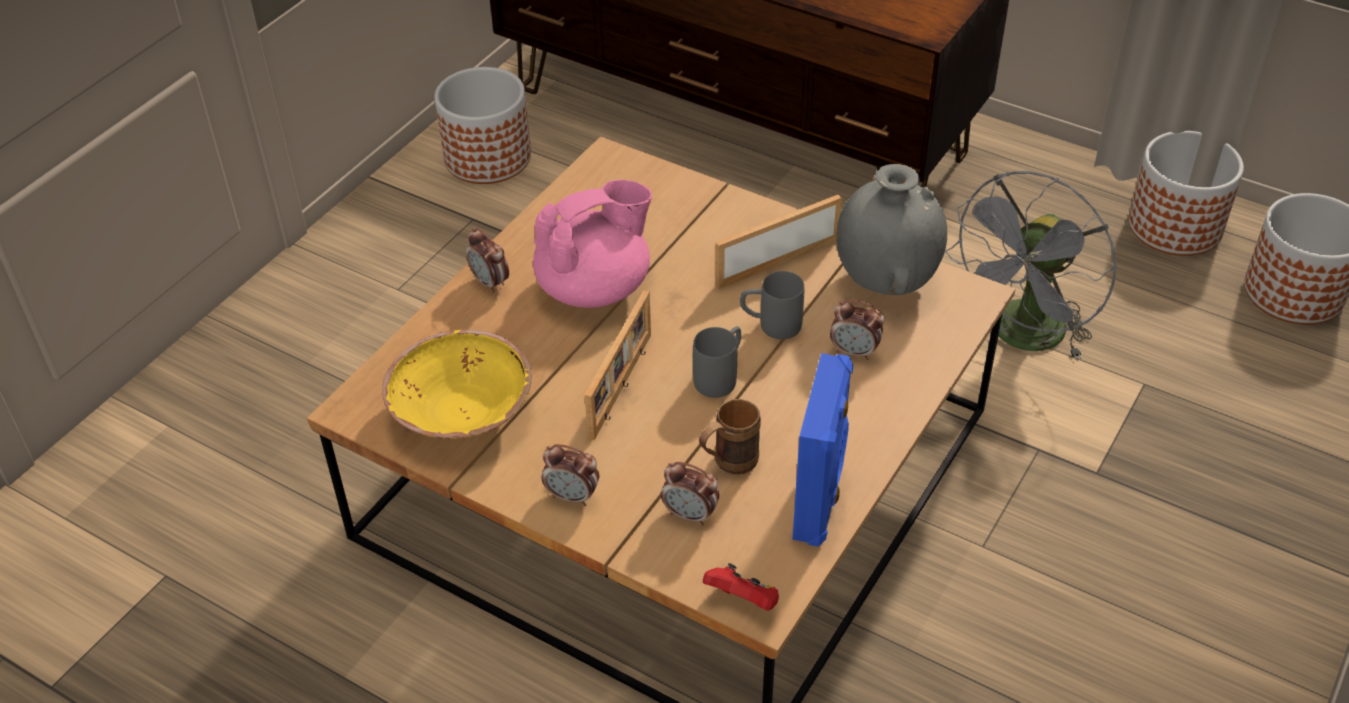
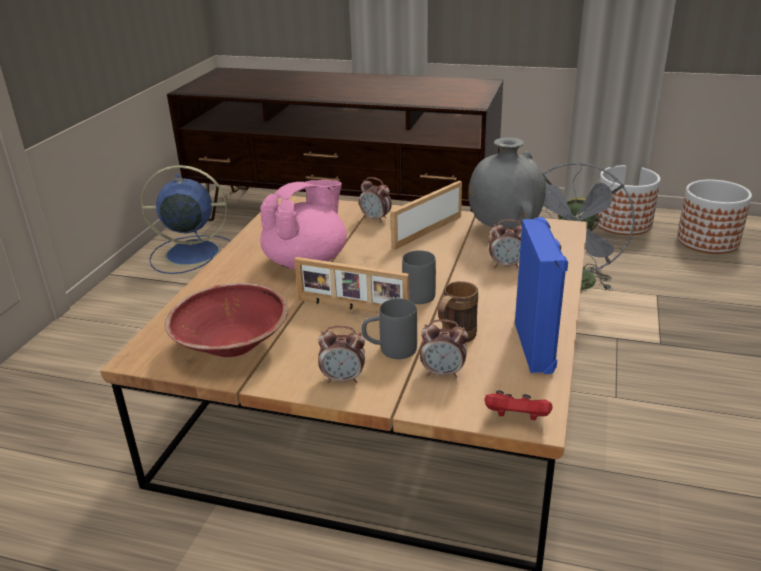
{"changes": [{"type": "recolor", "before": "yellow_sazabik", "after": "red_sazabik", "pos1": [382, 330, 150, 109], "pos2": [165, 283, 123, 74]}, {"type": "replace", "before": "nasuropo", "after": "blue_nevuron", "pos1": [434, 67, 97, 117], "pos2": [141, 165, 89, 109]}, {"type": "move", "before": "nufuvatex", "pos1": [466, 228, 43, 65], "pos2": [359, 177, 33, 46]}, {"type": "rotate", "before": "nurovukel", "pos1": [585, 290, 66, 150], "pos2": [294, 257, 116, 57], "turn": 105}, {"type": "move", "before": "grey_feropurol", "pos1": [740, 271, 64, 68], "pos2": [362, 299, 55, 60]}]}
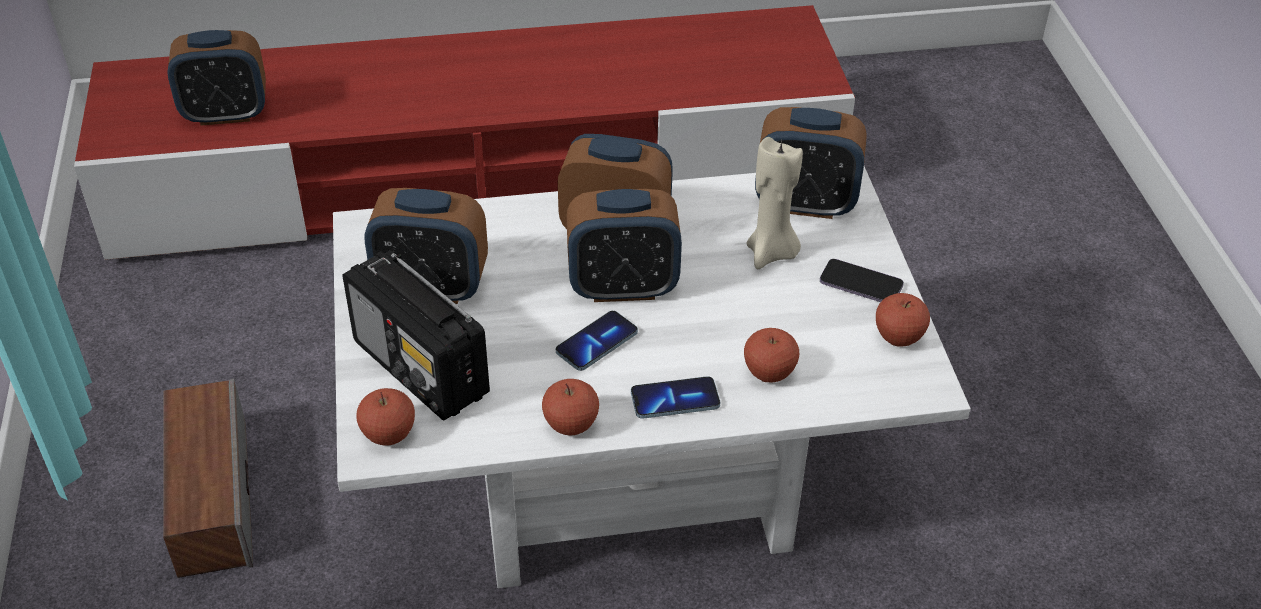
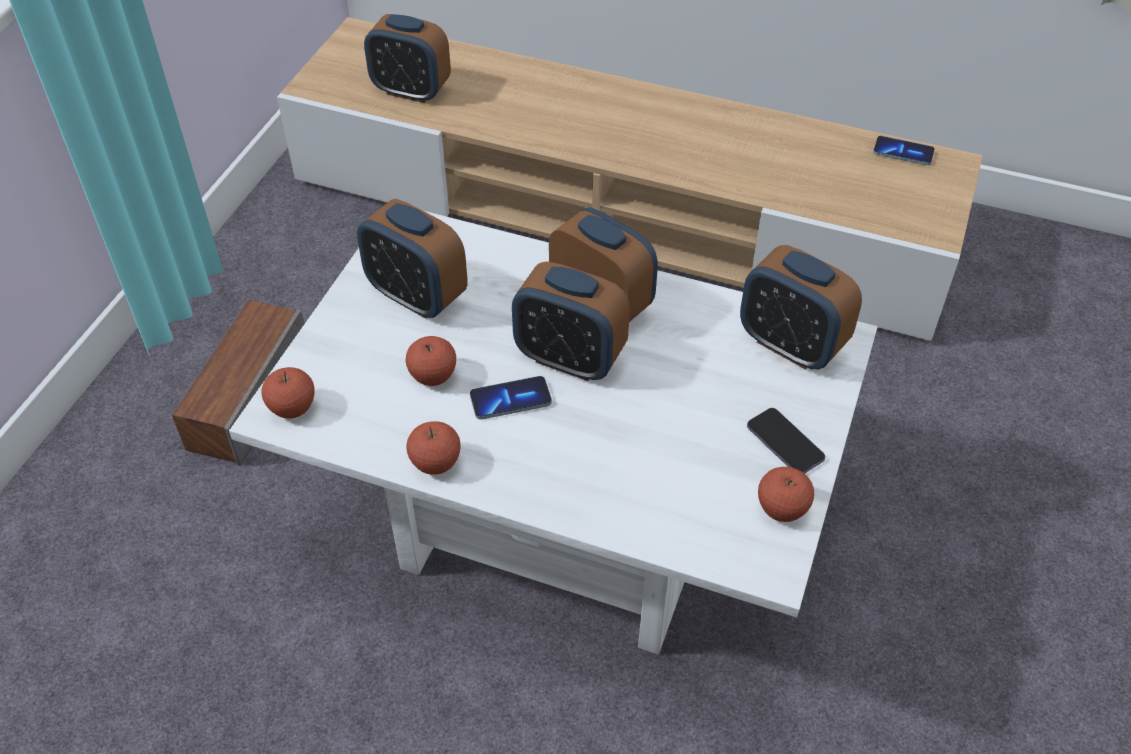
{"changes": [{"type": "recolor", "before": "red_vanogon", "after": "beige_vanogon", "pos1": [74, 5, 781, 255], "pos2": [277, 17, 706, 324]}, {"type": "delete", "before": "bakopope", "pos1": [342, 251, 148, 170]}, {"type": "move", "before": "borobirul", "pos1": [631, 376, 89, 43], "pos2": [873, 136, 62, 29]}, {"type": "move", "before": "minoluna", "pos1": [744, 328, 55, 54], "pos2": [406, 336, 50, 50]}, {"type": "delete", "before": "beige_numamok", "pos1": [747, 137, 56, 132]}]}
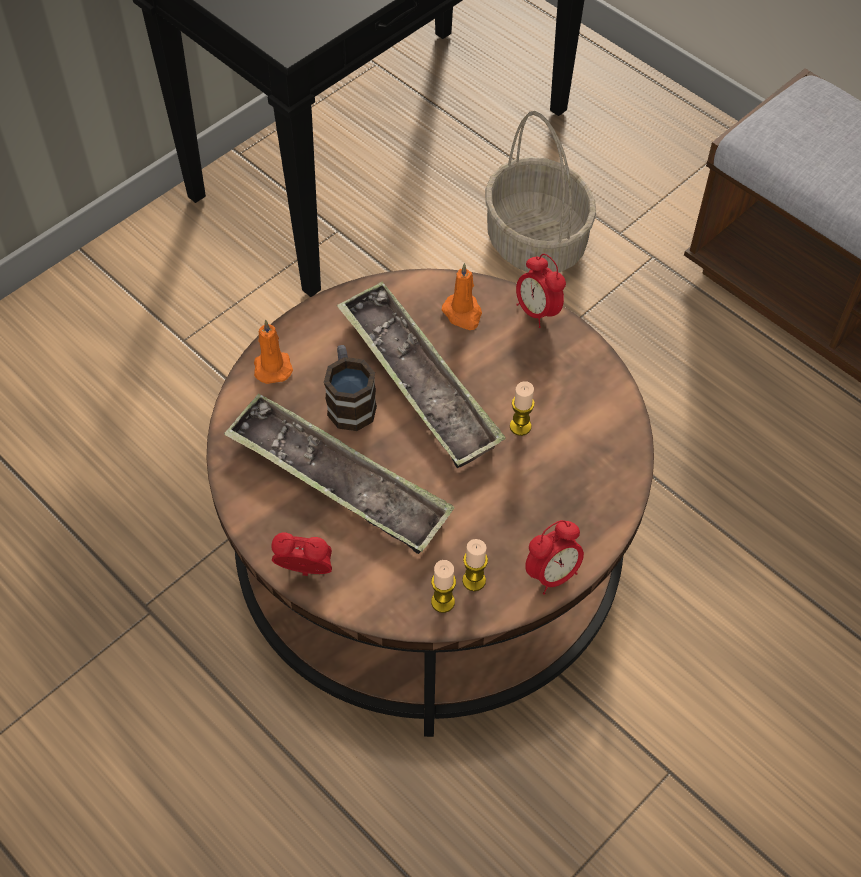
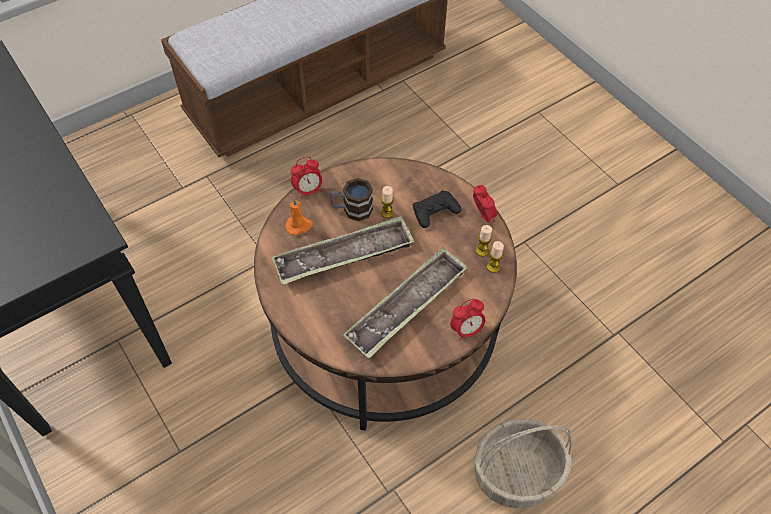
{"changes": [{"type": "delete", "before": "orange_numamok", "pos1": [254, 319, 39, 65]}, {"type": "rotate", "before": "nufuvatex", "pos1": [272, 532, 60, 44], "pos2": [450, 299, 35, 42], "turn": -135}, {"type": "move", "before": "feropurol", "pos1": [324, 345, 53, 86], "pos2": [330, 178, 43, 43]}, {"type": "move", "before": "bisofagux", "pos1": [485, 111, 111, 162], "pos2": [475, 418, 97, 91]}, {"type": "insert", "after": "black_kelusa", "pos2": [413, 190, 49, 38]}]}
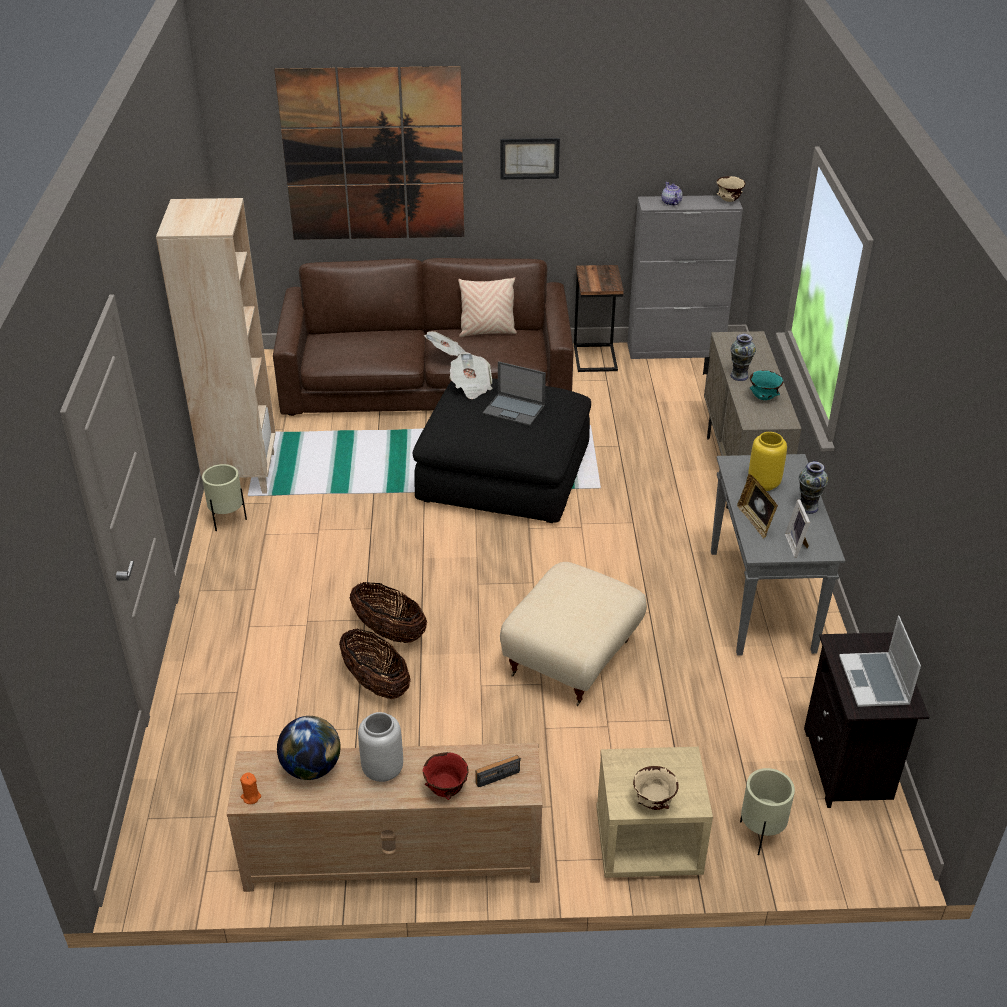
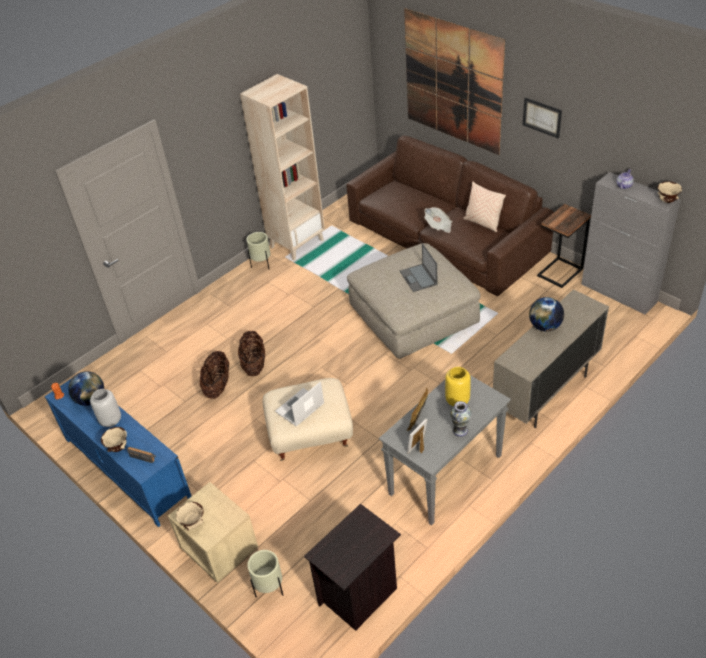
{"changes": [{"type": "recolor", "before": "beige_vanogon", "after": "blue_vanogon", "pos1": [227, 743, 316, 149], "pos2": [45, 379, 146, 148]}, {"type": "recolor", "before": "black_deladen", "after": "beige_deladen", "pos1": [412, 378, 179, 145], "pos2": [347, 243, 134, 116]}, {"type": "recolor", "before": "red_sazabik", "after": "beige_sazabik", "pos1": [423, 752, 46, 48], "pos2": [101, 427, 26, 25]}, {"type": "delete", "before": "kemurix", "pos1": [450, 352, 42, 47]}, {"type": "replace", "before": "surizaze", "after": "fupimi", "pos1": [730, 334, 26, 47], "pos2": [529, 297, 35, 35]}, {"type": "delete", "before": "turquoise_sazabik", "pos1": [750, 370, 34, 30]}, {"type": "move", "before": "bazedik", "pos1": [839, 616, 82, 91], "pos2": [275, 381, 49, 46]}]}
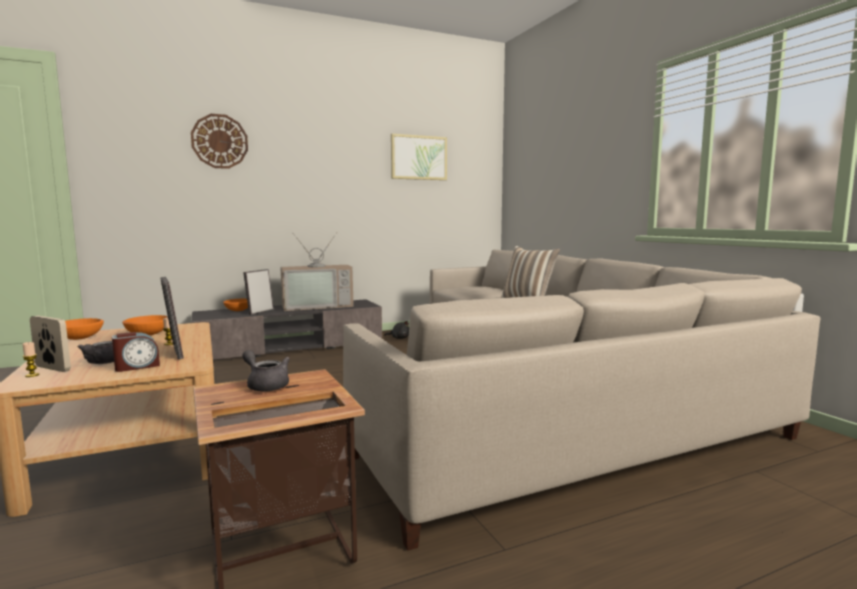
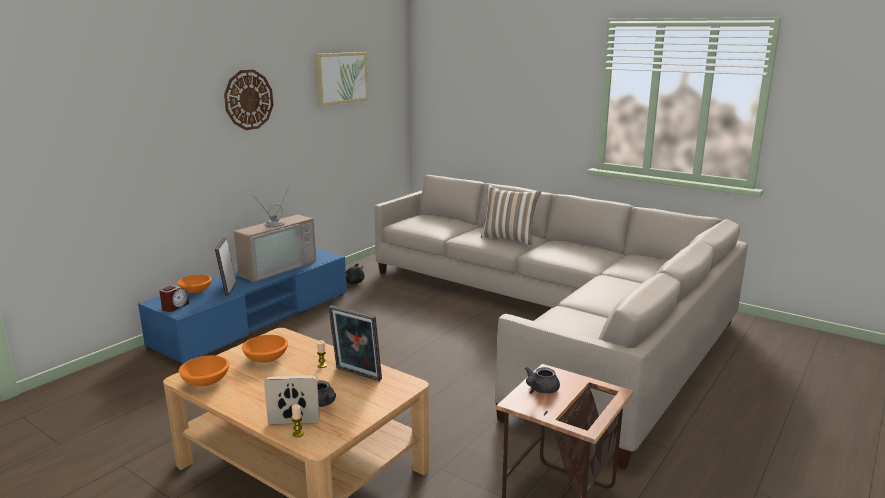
{"changes": [{"type": "move", "before": "nufuvatex", "pos1": [112, 332, 48, 40], "pos2": [159, 285, 30, 27]}, {"type": "move", "before": "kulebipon", "pos1": [191, 114, 57, 55], "pos2": [224, 70, 49, 60]}, {"type": "recolor", "before": "grey_vanogon", "after": "blue_vanogon", "pos1": [191, 299, 191, 60], "pos2": [138, 249, 209, 116]}, {"type": "rotate", "before": "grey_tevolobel", "pos1": [242, 350, 48, 42], "pos2": [525, 367, 35, 27], "turn": -60}]}
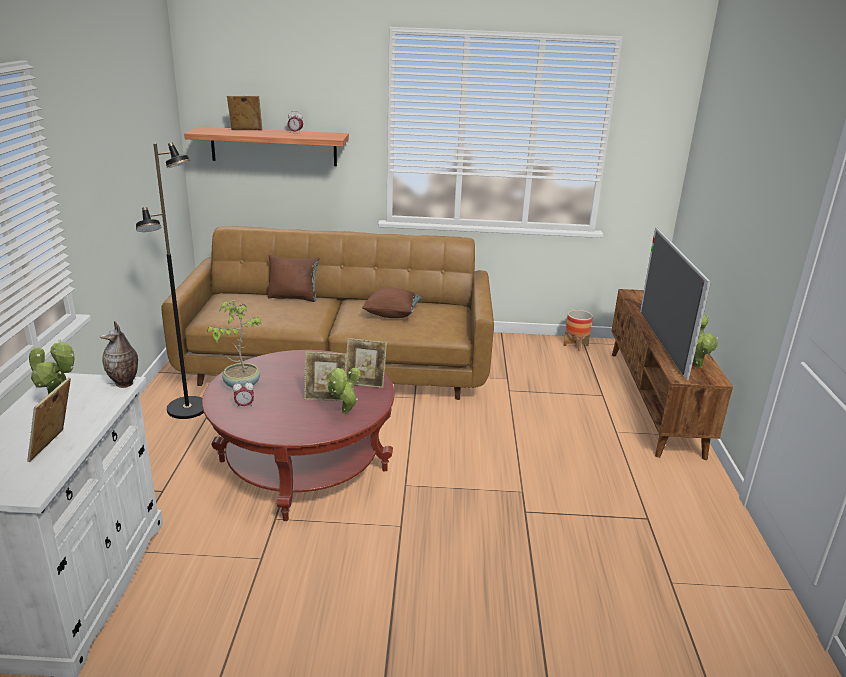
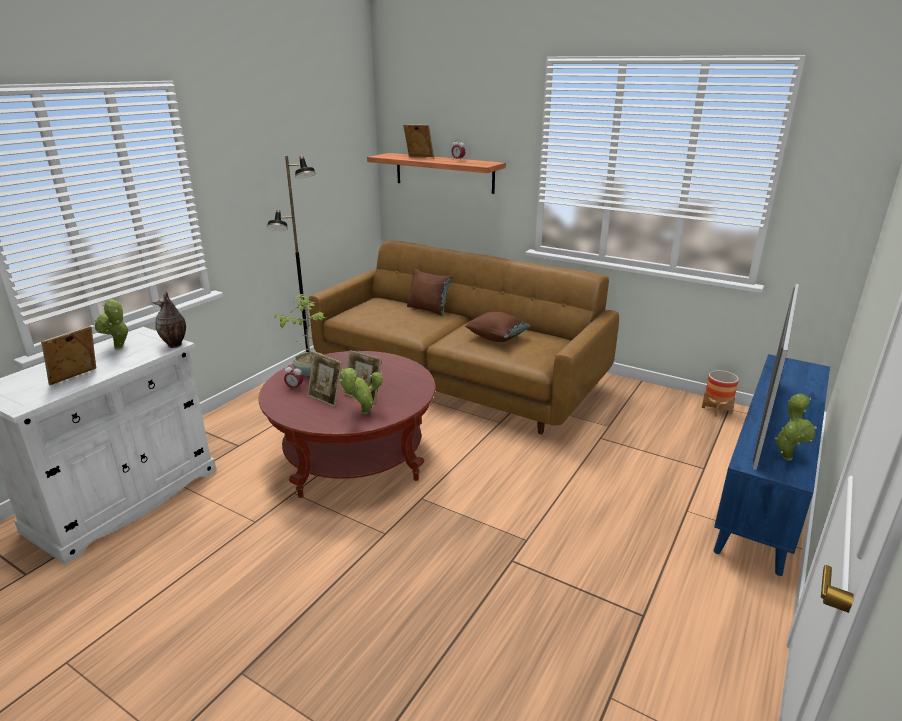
{"changes": [{"type": "move", "before": "nurovukel", "pos1": [346, 338, 41, 50], "pos2": [307, 352, 36, 55]}, {"type": "recolor", "before": "brown_vanogon", "after": "blue_vanogon", "pos1": [612, 289, 121, 171], "pos2": [713, 354, 117, 222]}]}
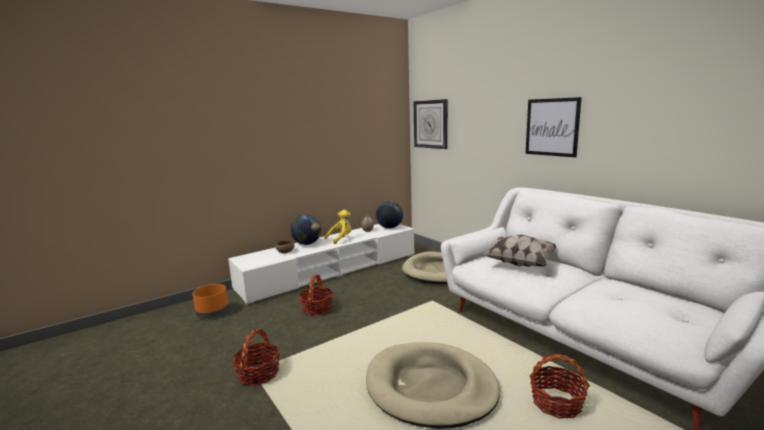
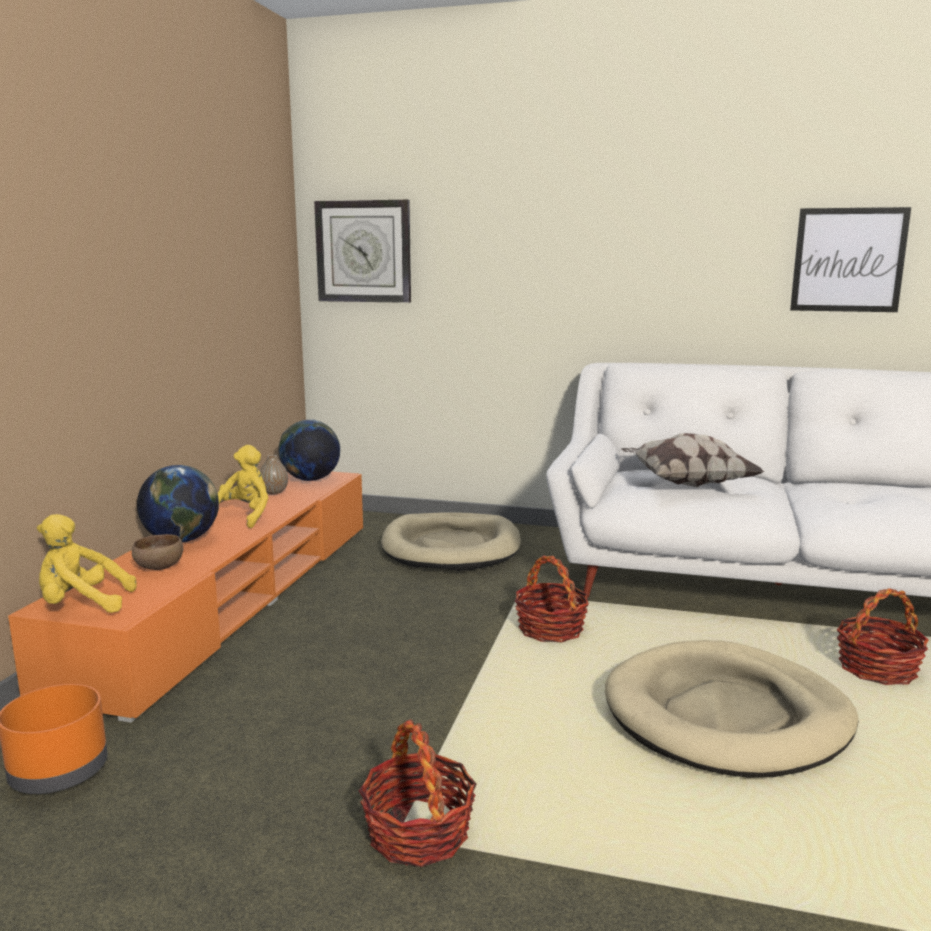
{"changes": [{"type": "recolor", "before": "white_vanogon", "after": "orange_vanogon", "pos1": [228, 224, 186, 81], "pos2": [8, 472, 355, 251]}, {"type": "move", "before": "bisofagux", "pos1": [298, 274, 36, 42], "pos2": [514, 556, 75, 86]}, {"type": "move", "before": "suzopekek", "pos1": [526, 97, 56, 60], "pos2": [790, 207, 121, 105]}, {"type": "insert", "after": "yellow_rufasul", "pos2": [37, 514, 100, 99]}]}
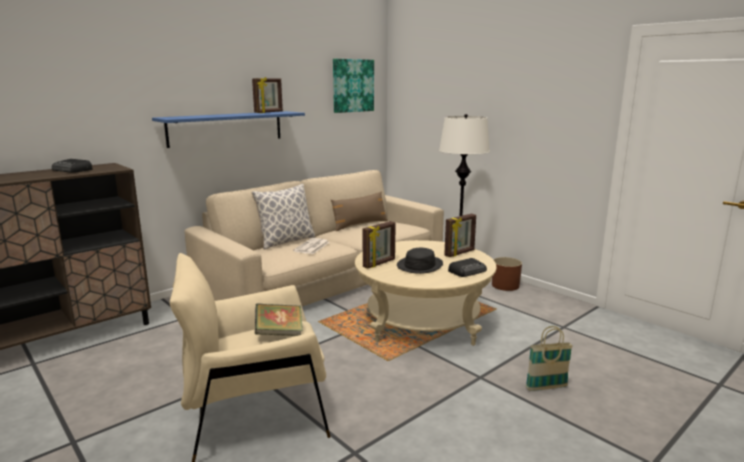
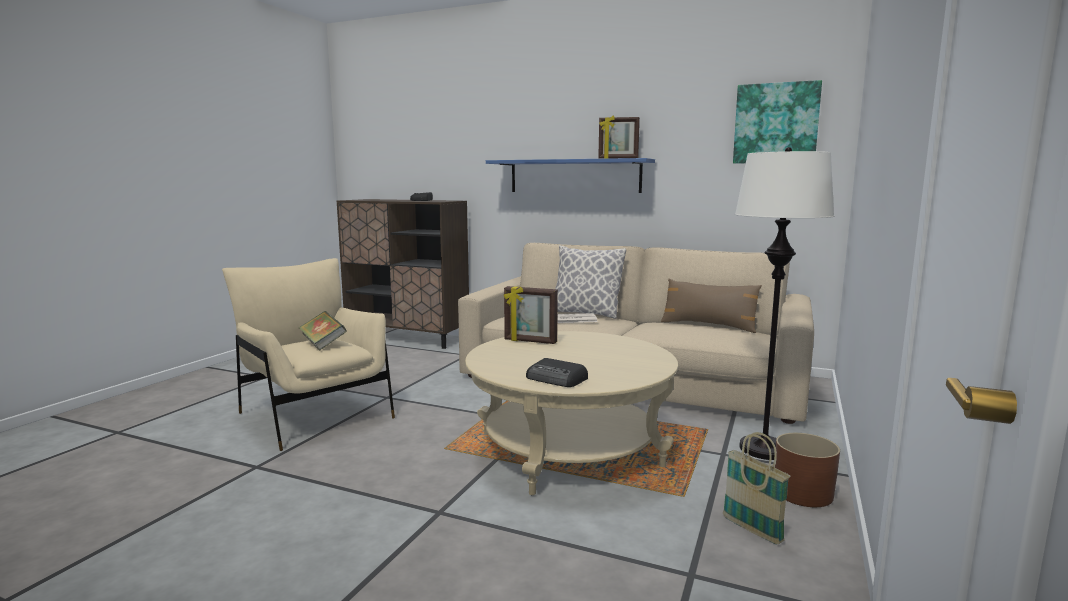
{"changes": [{"type": "delete", "before": "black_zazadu", "pos1": [397, 248, 46, 26]}, {"type": "delete", "before": "nurovukel", "pos1": [444, 214, 32, 43]}, {"type": "move", "before": "bisofagux", "pos1": [525, 326, 48, 65], "pos2": [723, 432, 68, 112]}]}
